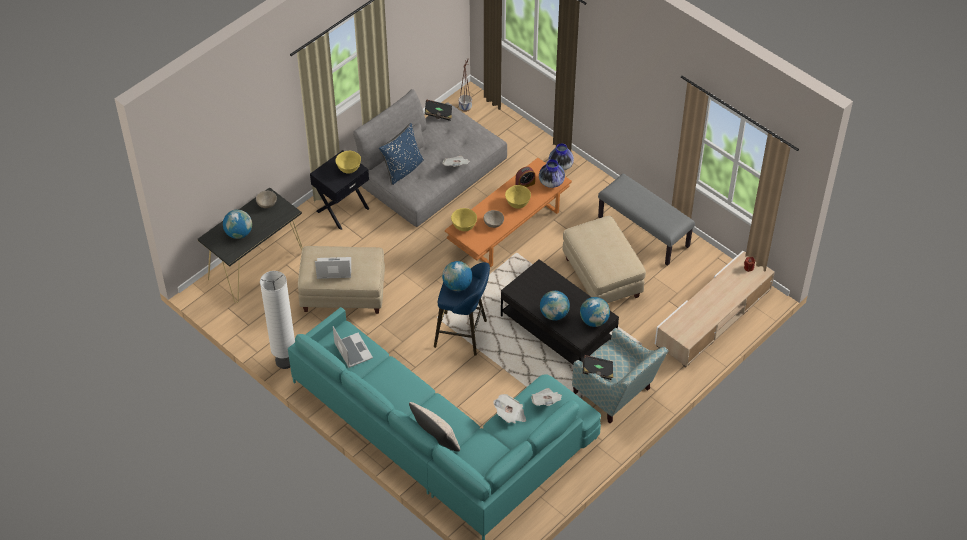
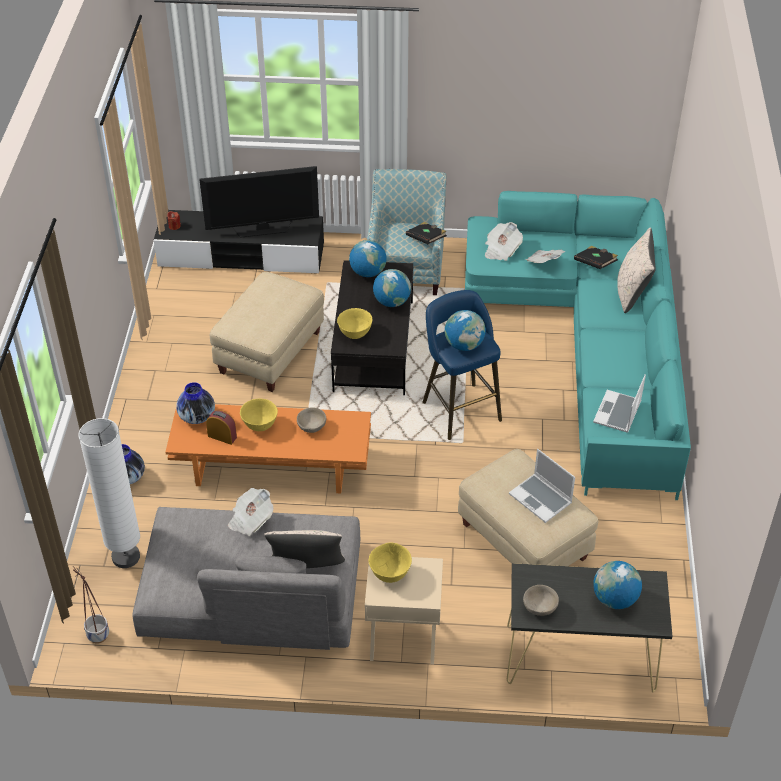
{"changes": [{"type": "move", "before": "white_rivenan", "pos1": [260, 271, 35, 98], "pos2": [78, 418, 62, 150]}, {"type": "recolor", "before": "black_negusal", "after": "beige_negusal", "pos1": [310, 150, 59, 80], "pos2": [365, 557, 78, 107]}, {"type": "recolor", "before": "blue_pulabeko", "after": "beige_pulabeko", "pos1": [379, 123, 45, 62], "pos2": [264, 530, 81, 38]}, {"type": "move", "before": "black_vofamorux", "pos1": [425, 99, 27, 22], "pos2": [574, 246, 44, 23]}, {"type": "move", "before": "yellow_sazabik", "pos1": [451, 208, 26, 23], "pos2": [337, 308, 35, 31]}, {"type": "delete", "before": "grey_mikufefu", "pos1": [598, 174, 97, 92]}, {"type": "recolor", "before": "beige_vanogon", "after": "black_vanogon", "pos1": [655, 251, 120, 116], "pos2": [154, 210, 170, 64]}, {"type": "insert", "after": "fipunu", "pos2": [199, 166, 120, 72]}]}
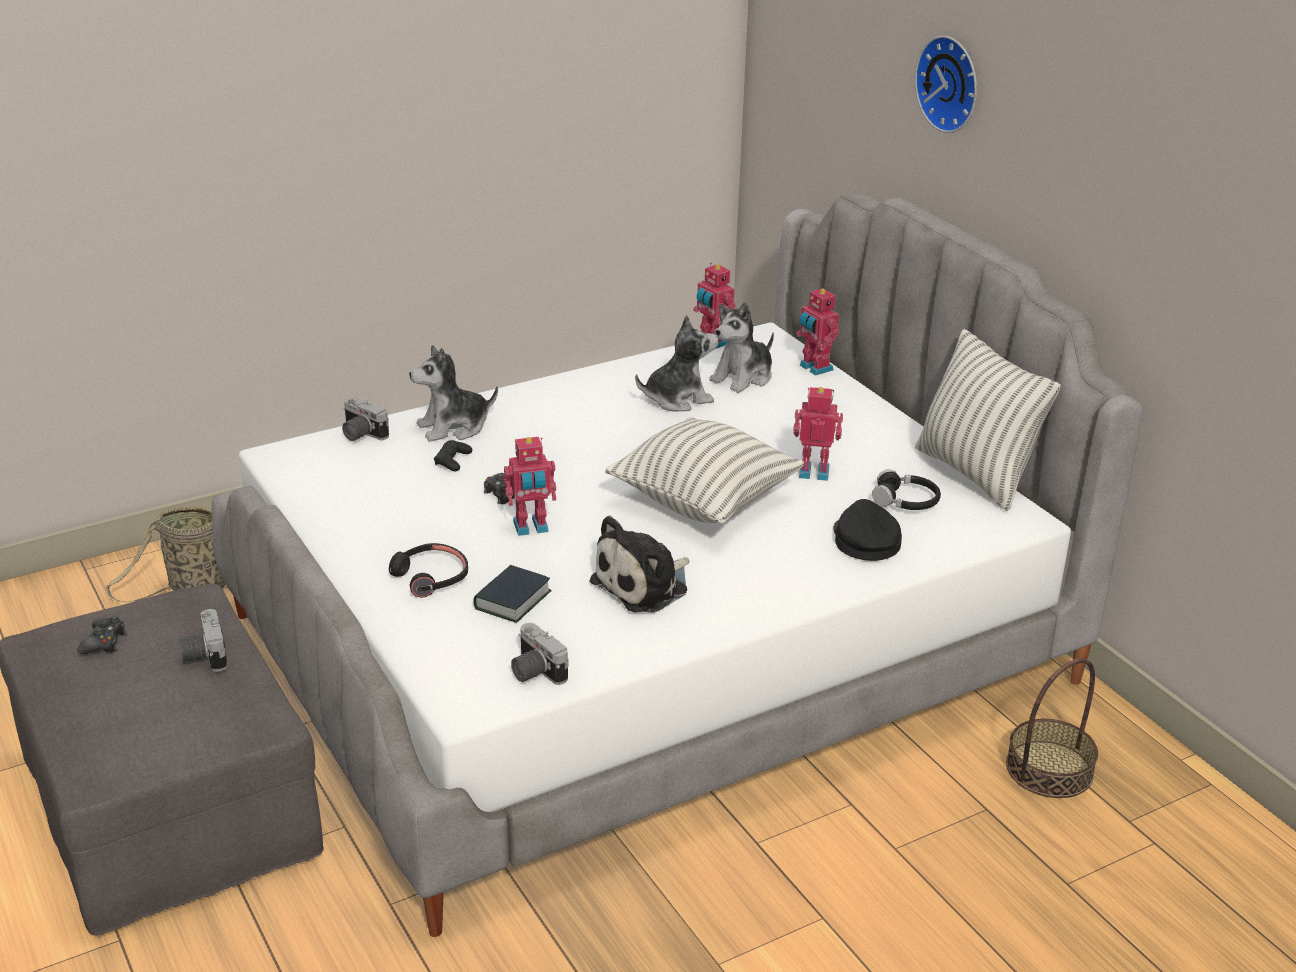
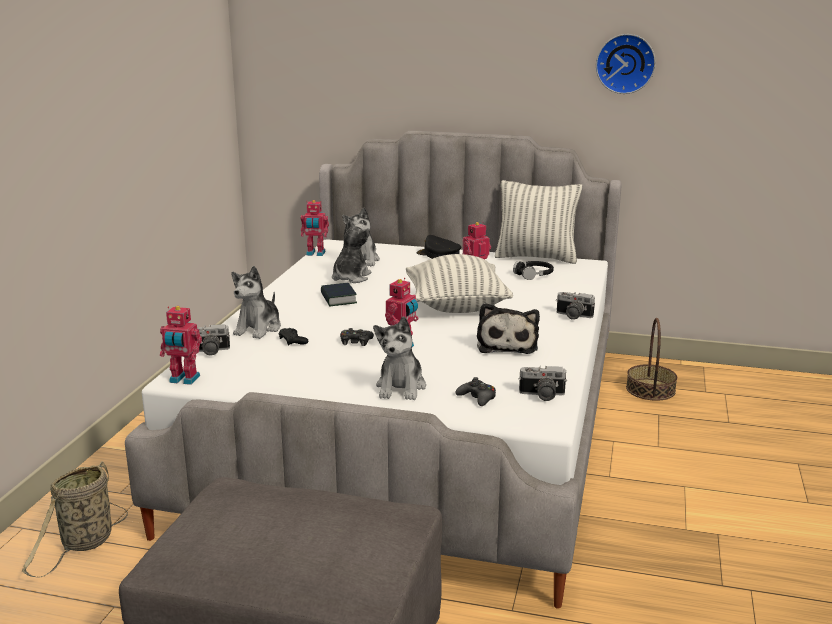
{"changes": [{"type": "move", "before": "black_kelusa", "pos1": [77, 615, 50, 39], "pos2": [456, 377, 40, 29]}, {"type": "move", "before": "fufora", "pos1": [179, 609, 48, 63], "pos2": [556, 292, 39, 28]}, {"type": "replace", "before": "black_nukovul", "after": "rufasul", "pos1": [389, 543, 79, 55], "pos2": [373, 316, 53, 84]}, {"type": "move", "before": "vofamorux", "pos1": [473, 565, 79, 58], "pos2": [321, 283, 36, 23]}, {"type": "move", "before": "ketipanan", "pos1": [796, 287, 44, 89], "pos2": [160, 306, 42, 79]}, {"type": "move", "before": "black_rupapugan", "pos1": [833, 499, 69, 62], "pos2": [417, 235, 45, 24]}, {"type": "move", "before": "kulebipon", "pos1": [915, 36, 62, 97], "pos2": [596, 34, 60, 60]}]}
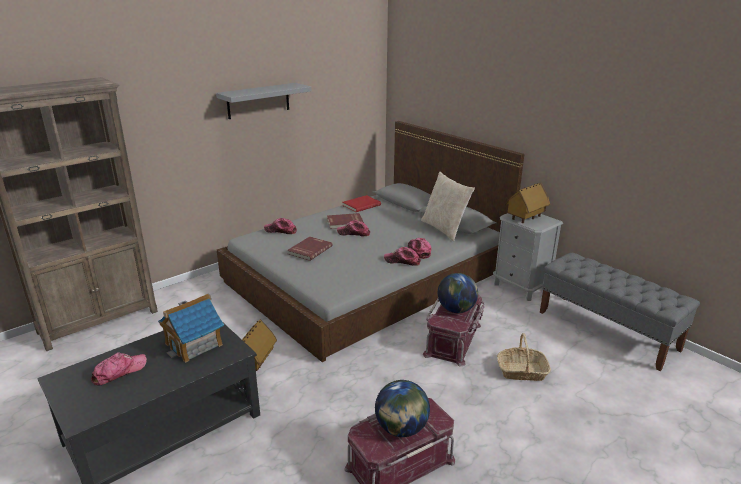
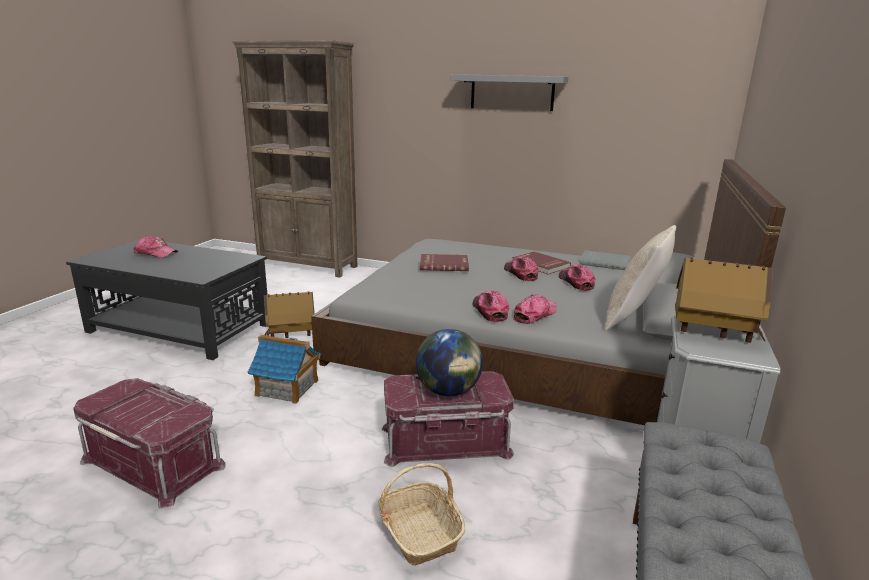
{"changes": [{"type": "move", "before": "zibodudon", "pos1": [158, 294, 66, 69], "pos2": [247, 334, 74, 70]}, {"type": "move", "before": "rupapugan", "pos1": [264, 218, 33, 16], "pos2": [559, 264, 36, 27]}, {"type": "recolor", "before": "red_vofamorux", "after": "grey_vofamorux", "pos1": [342, 195, 39, 17], "pos2": [580, 250, 51, 20]}, {"type": "delete", "before": "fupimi", "pos1": [375, 380, 55, 57]}]}
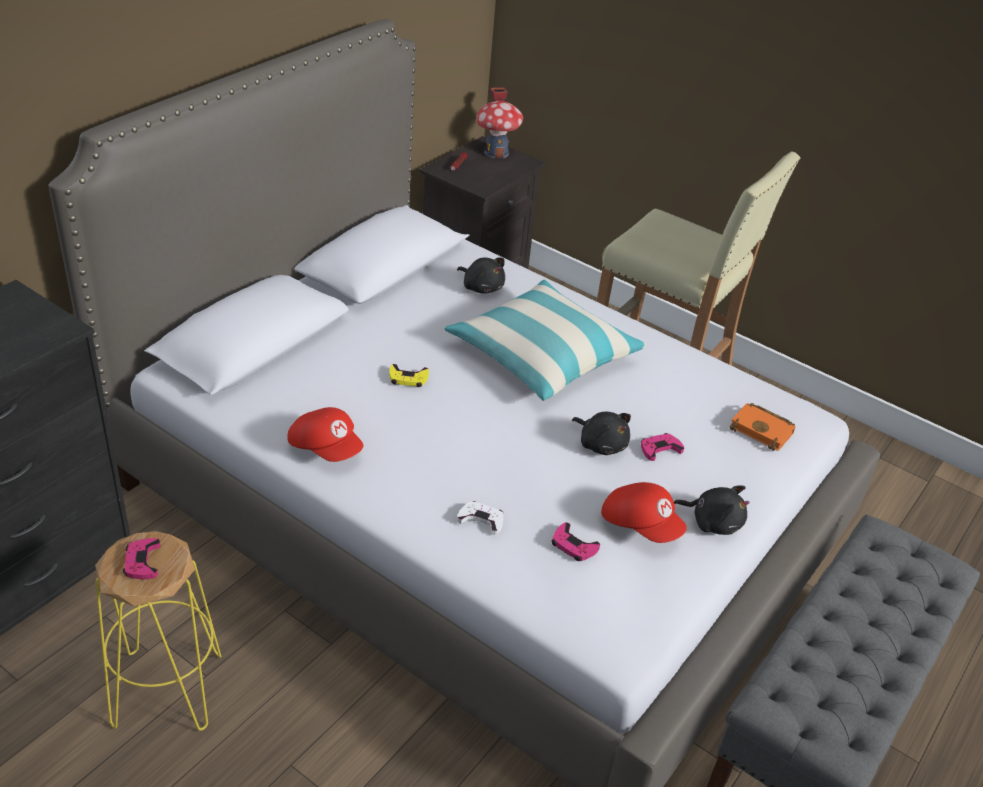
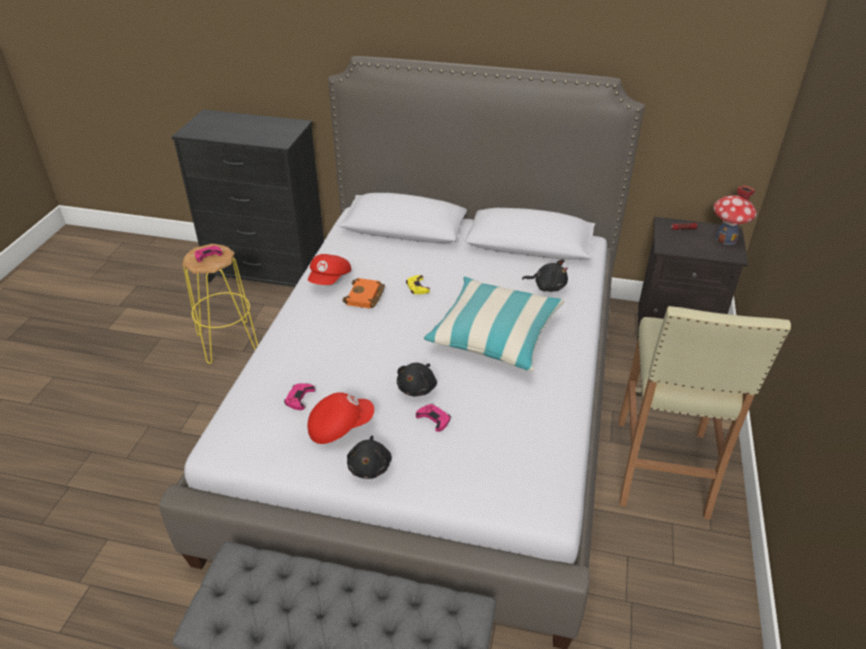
{"changes": [{"type": "rotate", "before": "black_rufasul", "pos1": [457, 257, 48, 37], "pos2": [522, 260, 46, 32], "turn": -90}, {"type": "delete", "before": "white_kelusa", "pos1": [457, 501, 46, 34]}, {"type": "rotate", "before": "red_rupapugan", "pos1": [601, 482, 86, 61], "pos2": [308, 392, 66, 52], "turn": -135}, {"type": "move", "before": "orange_vofamorux", "pos1": [729, 403, 66, 48], "pos2": [342, 278, 43, 31]}]}
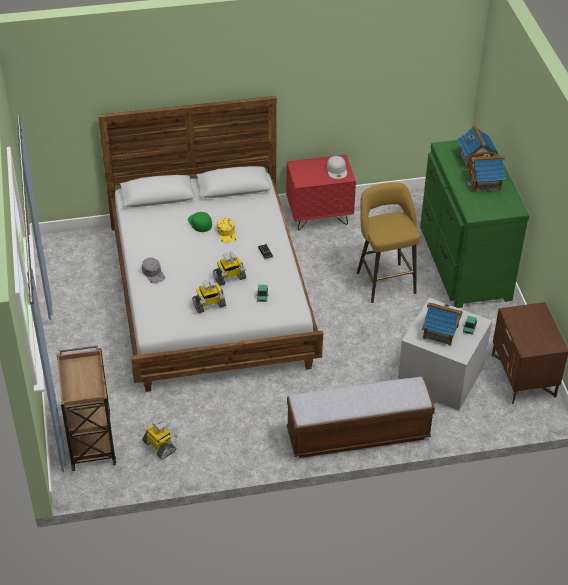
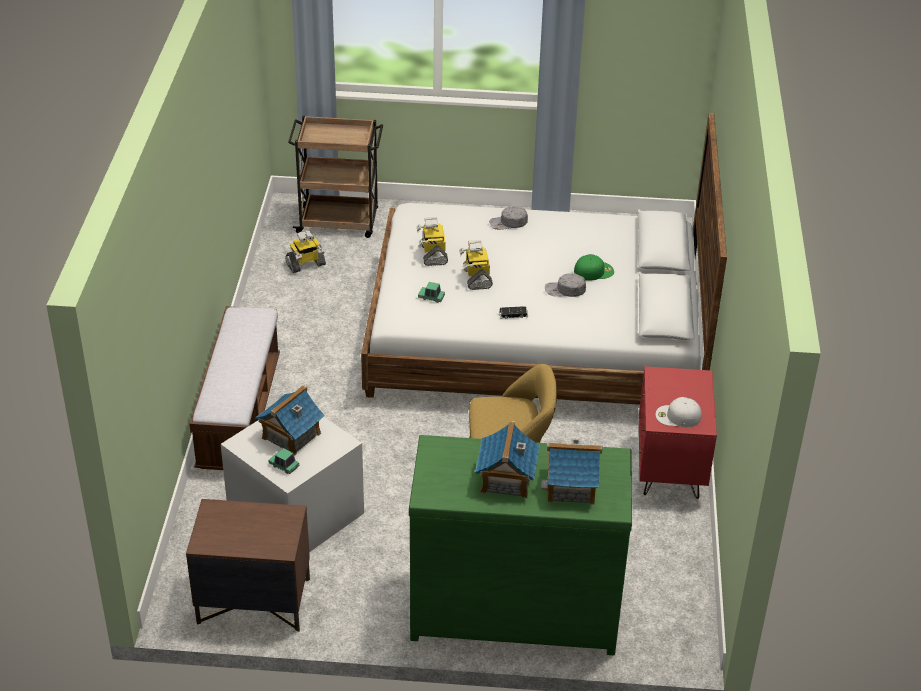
{"changes": [{"type": "recolor", "before": "yellow_rupapugan", "after": "grey_rupapugan", "pos1": [217, 218, 20, 25], "pos2": [545, 273, 41, 24]}]}
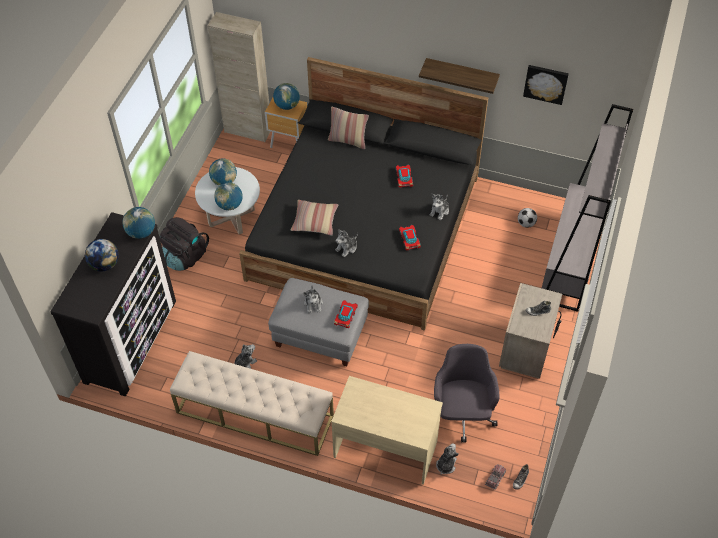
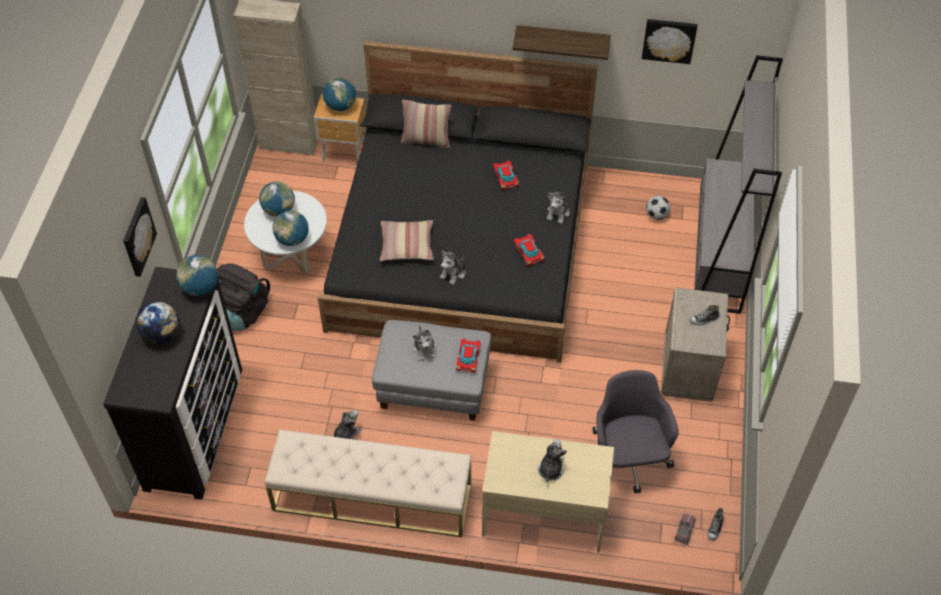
{"changes": [{"type": "move", "before": "rufasul", "pos1": [436, 443, 23, 32], "pos2": [538, 439, 29, 43]}, {"type": "insert", "after": "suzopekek", "pos2": [123, 197, 34, 80]}]}
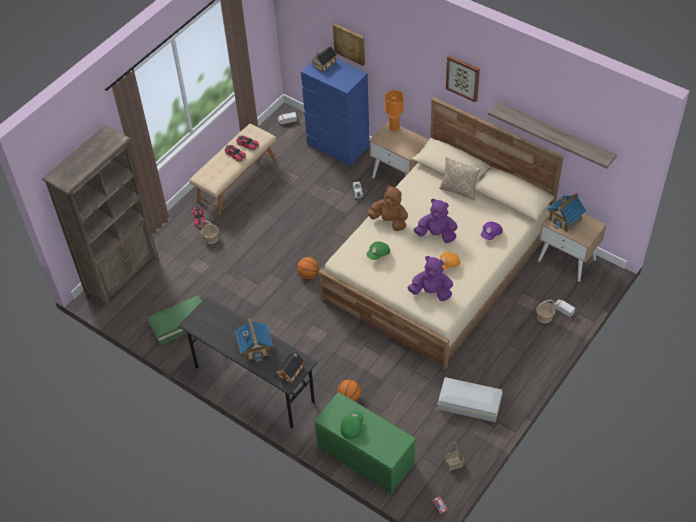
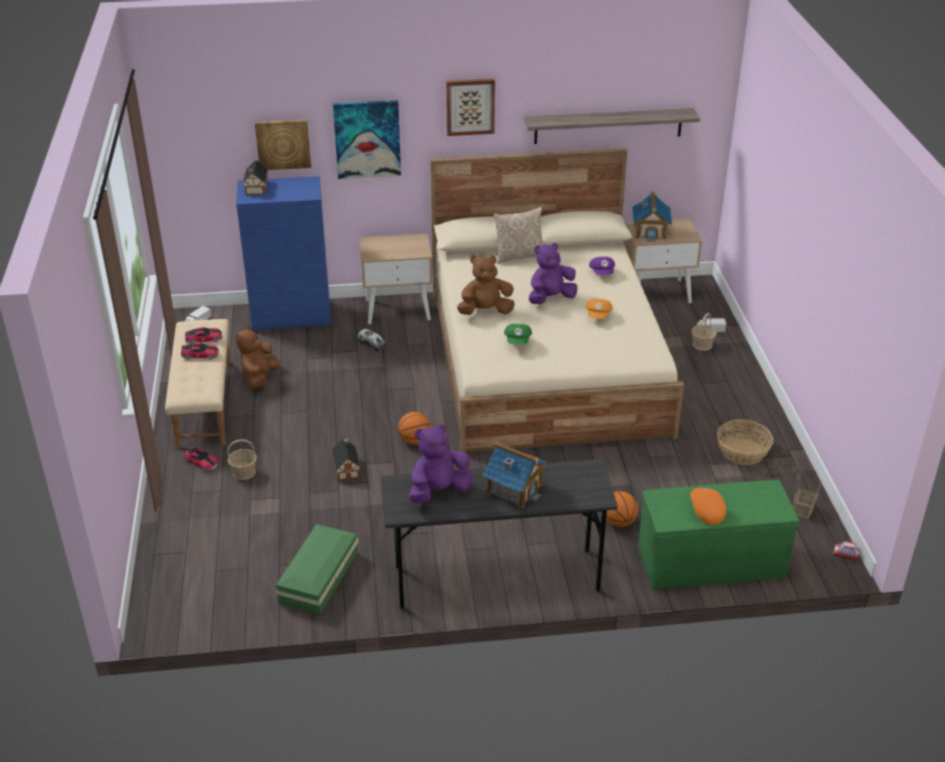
{"changes": [{"type": "delete", "before": "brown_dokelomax", "pos1": [42, 125, 116, 182]}, {"type": "move", "before": "zibodudon", "pos1": [276, 352, 28, 31], "pos2": [331, 438, 29, 43]}, {"type": "recolor", "before": "green_rupapugan", "after": "orange_rupapugan", "pos1": [340, 411, 23, 28], "pos2": [690, 488, 36, 37]}, {"type": "delete", "before": "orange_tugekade", "pos1": [385, 90, 19, 41]}, {"type": "move", "before": "purple_rufasul", "pos1": [408, 256, 45, 45], "pos2": [409, 424, 64, 79]}, {"type": "replace", "before": "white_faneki", "after": "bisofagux", "pos1": [438, 377, 65, 45], "pos2": [717, 419, 57, 46]}, {"type": "insert", "after": "brown_rufasul", "pos2": [236, 326, 44, 62]}, {"type": "insert", "after": "suzopekek", "pos2": [333, 100, 68, 79]}]}
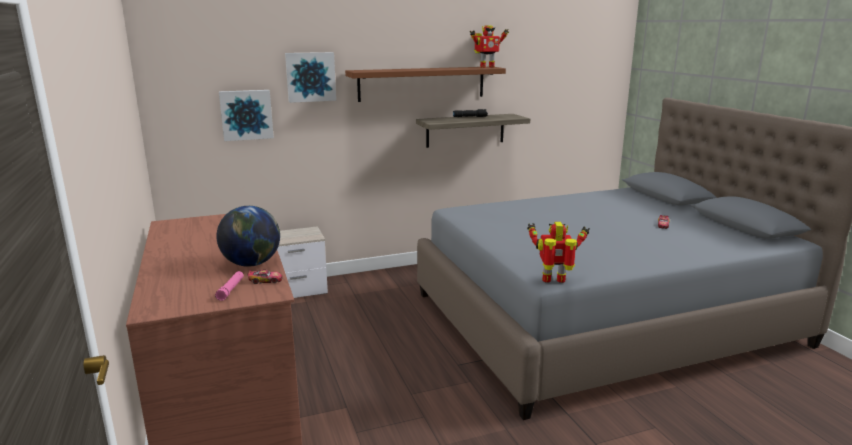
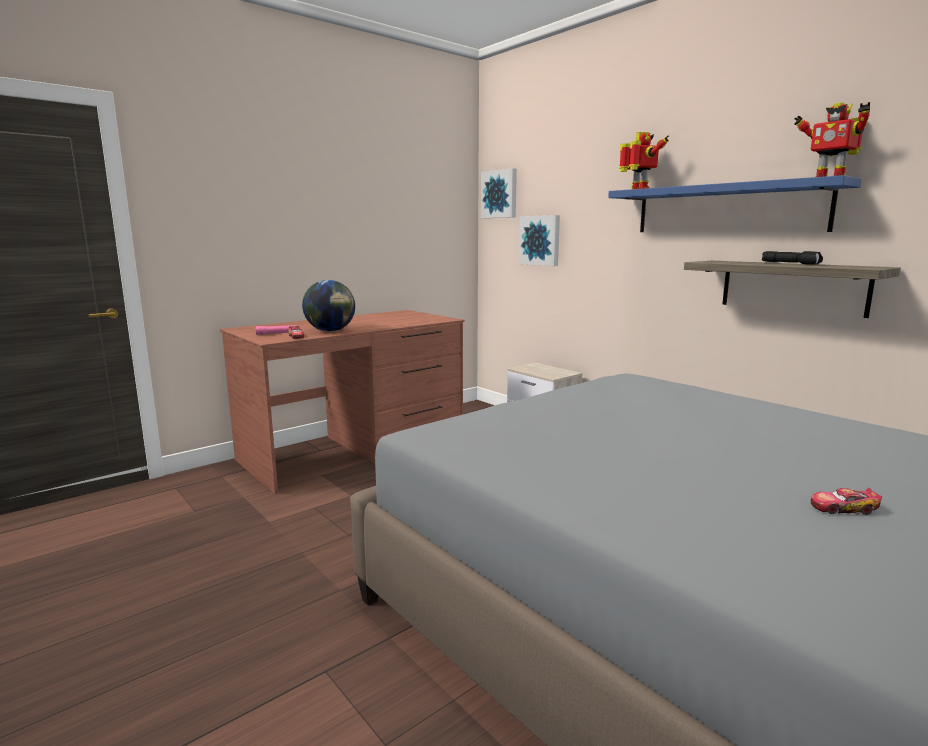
{"changes": [{"type": "move", "before": "suzopekek", "pos1": [285, 52, 51, 51], "pos2": [481, 168, 36, 50]}, {"type": "recolor", "before": "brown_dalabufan", "after": "blue_dalabufan", "pos1": [345, 67, 161, 35], "pos2": [608, 175, 254, 57]}, {"type": "move", "before": "ketipanan", "pos1": [527, 222, 63, 61], "pos2": [619, 132, 50, 57]}]}
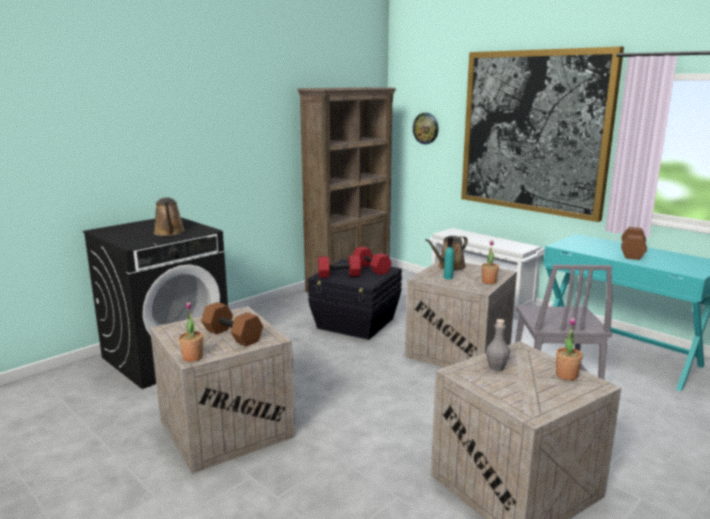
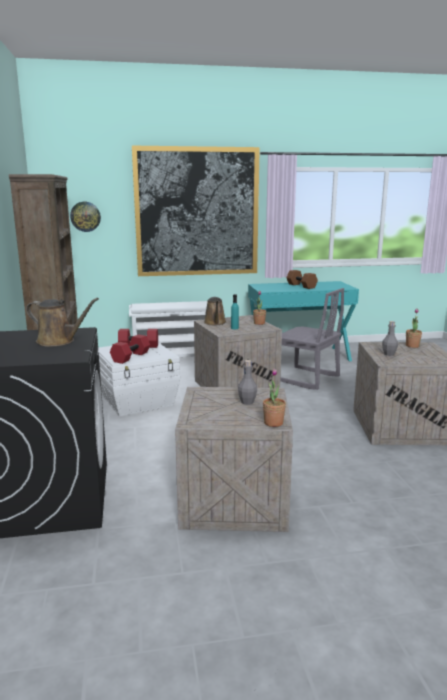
{"changes": [{"type": "replace", "before": "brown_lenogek", "after": "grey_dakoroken", "pos1": [201, 302, 62, 44], "pos2": [238, 360, 19, 45]}, {"type": "recolor", "before": "black_faneki", "after": "white_faneki", "pos1": [308, 259, 94, 81], "pos2": [98, 343, 82, 74]}]}
